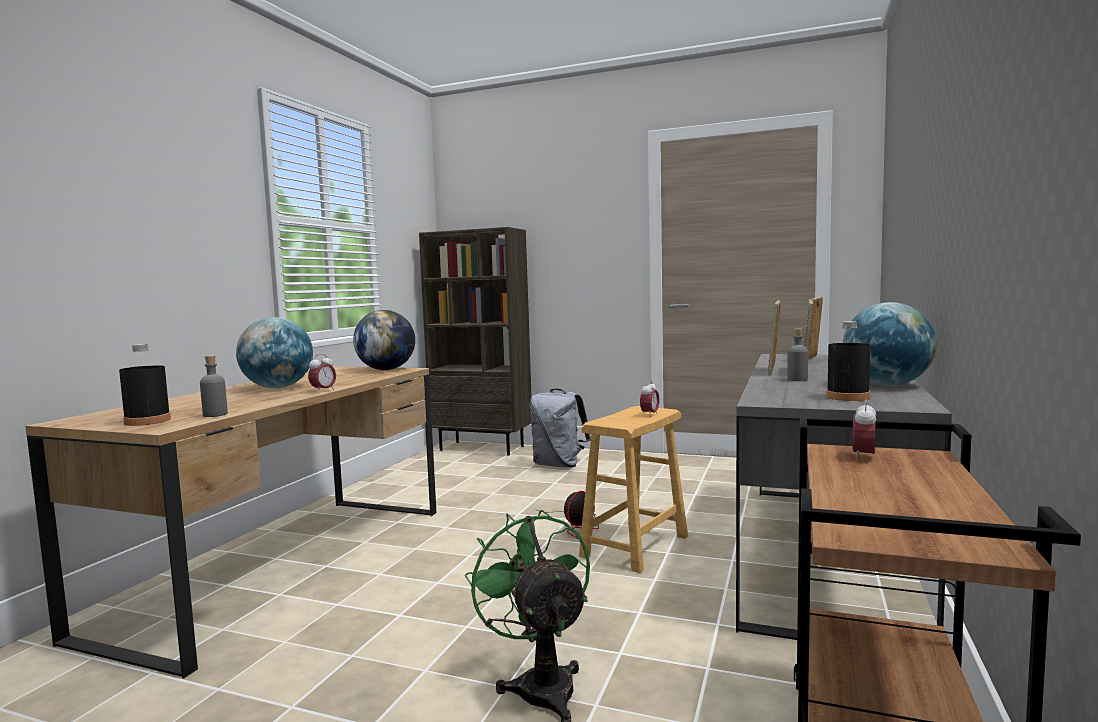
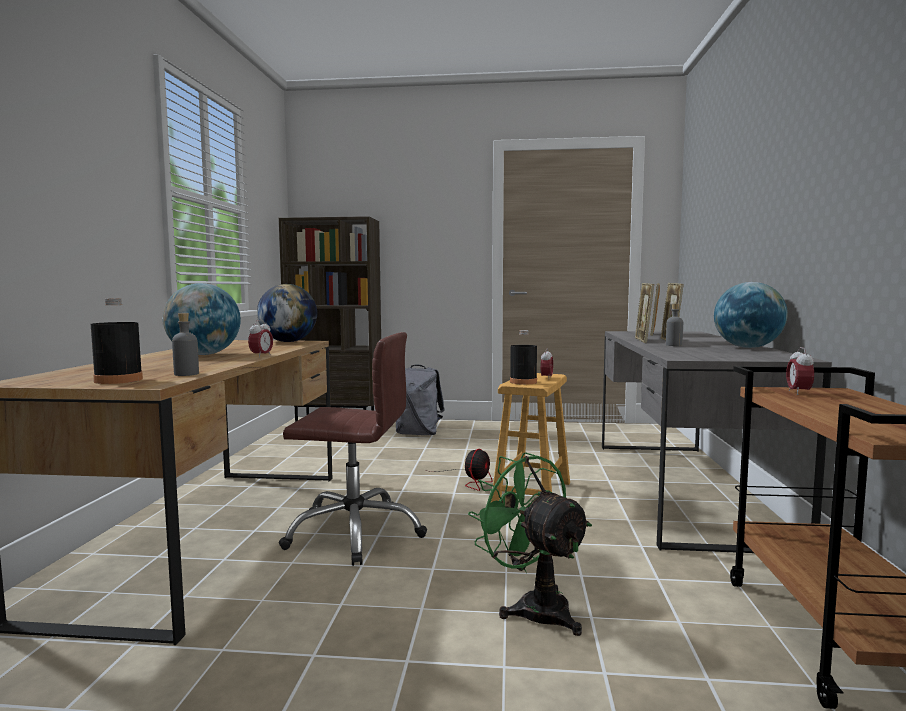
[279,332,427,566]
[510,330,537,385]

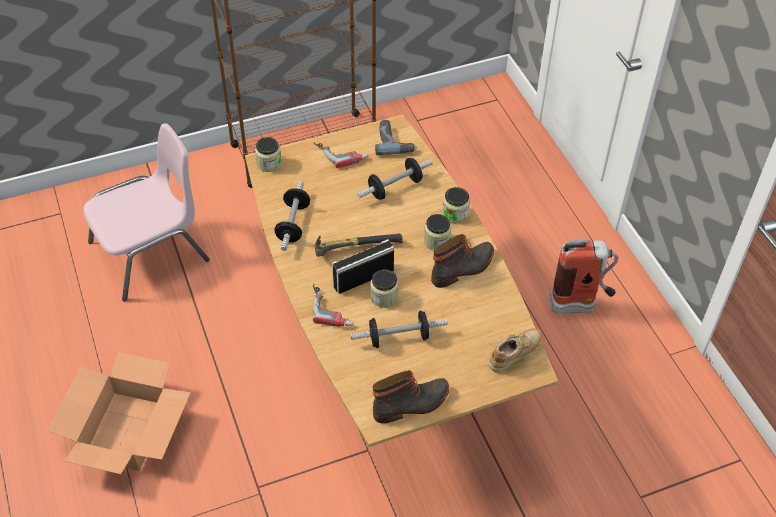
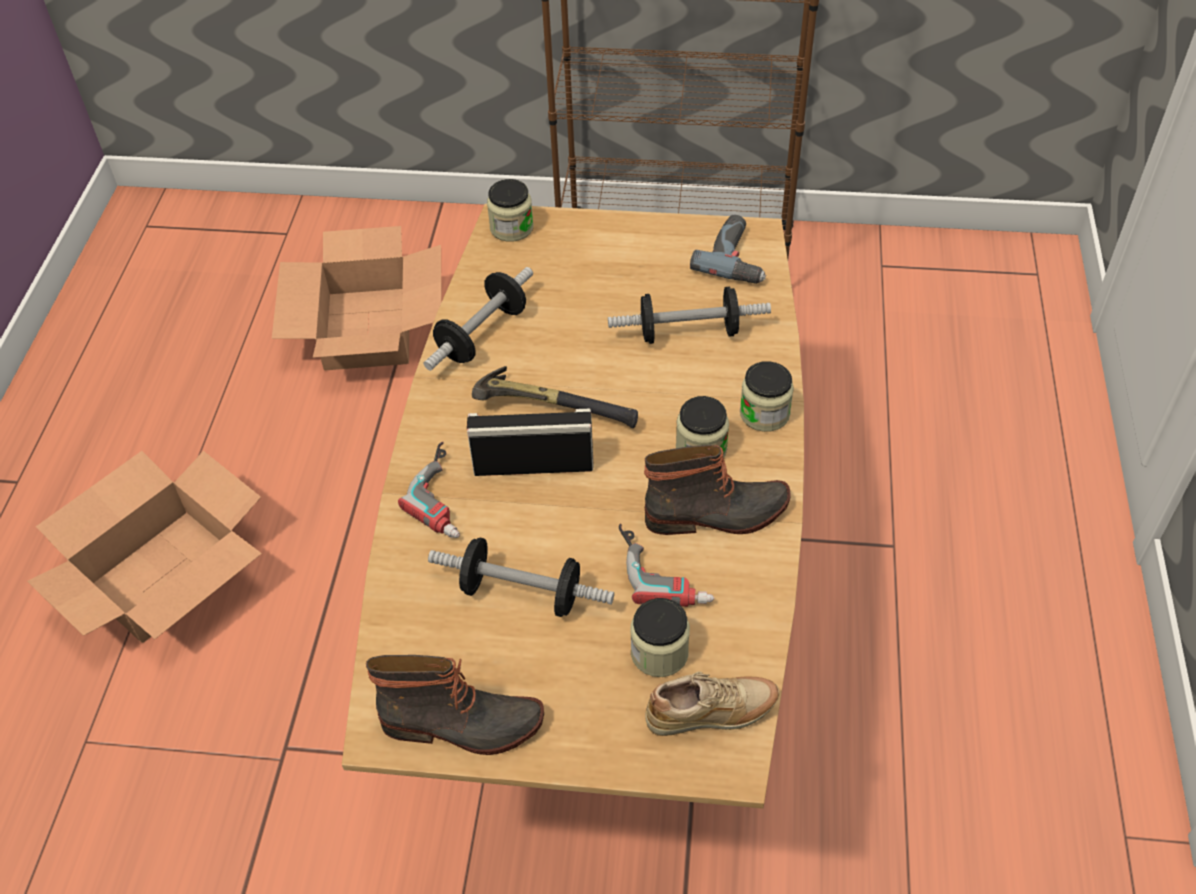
[272,226,442,370]
[619,524,714,607]
[630,598,690,677]
[549,239,618,313] (first image)

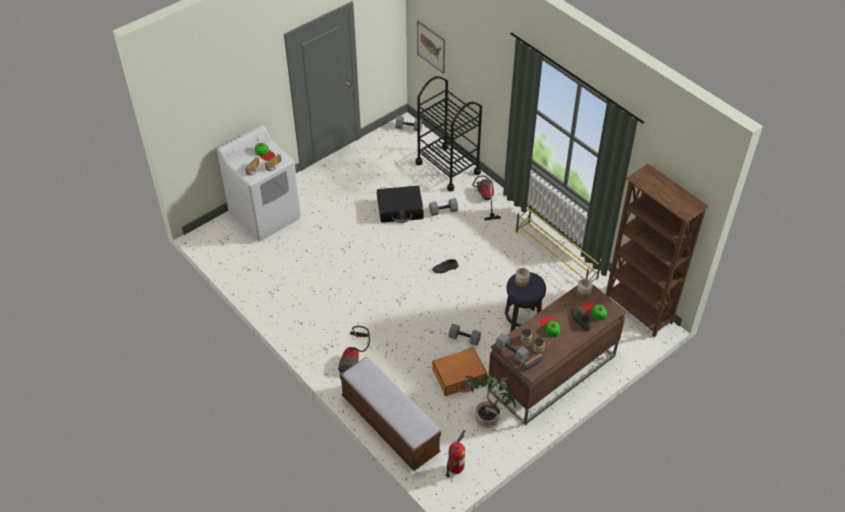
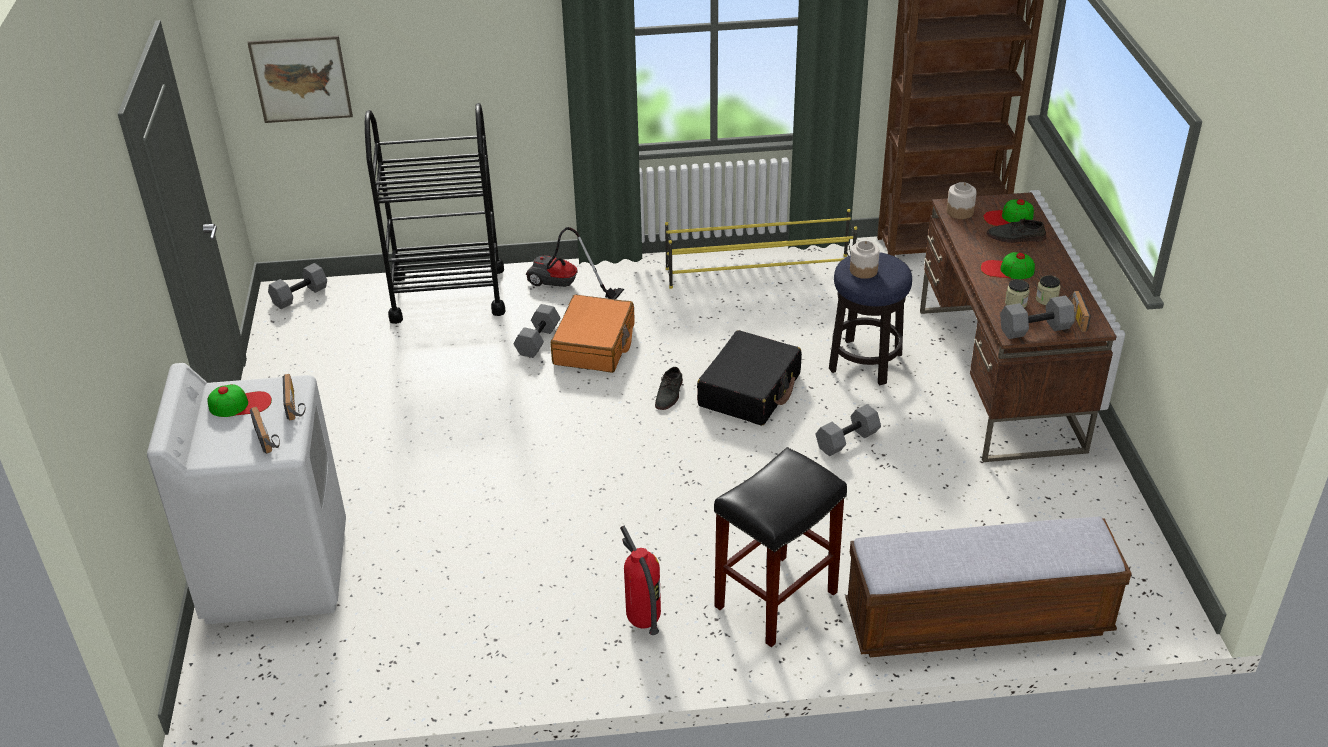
[551,295,635,373]
[620,525,661,635]
[697,330,802,426]
[714,447,847,647]
[464,375,516,428] (first image)

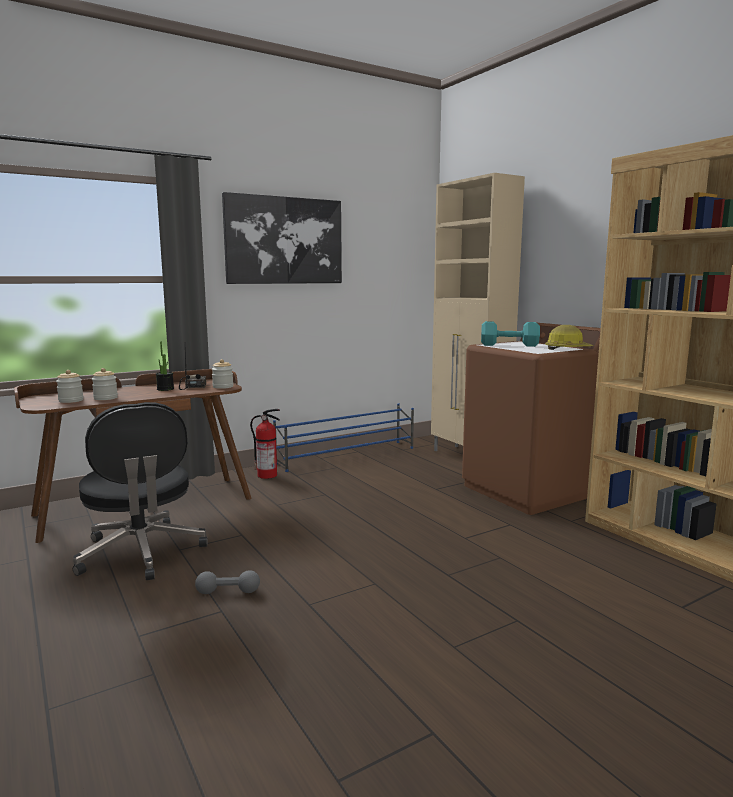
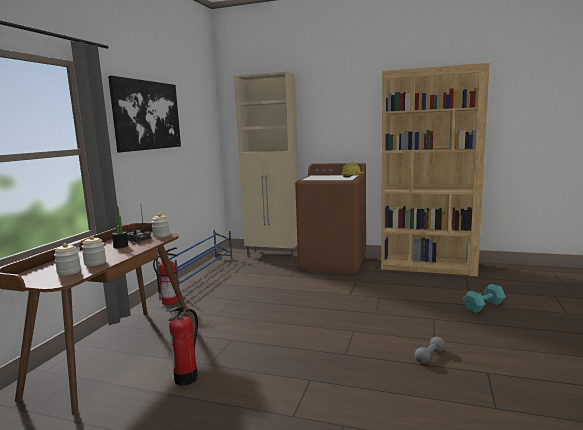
[167,307,198,386]
[415,337,445,364]
[463,284,506,313]

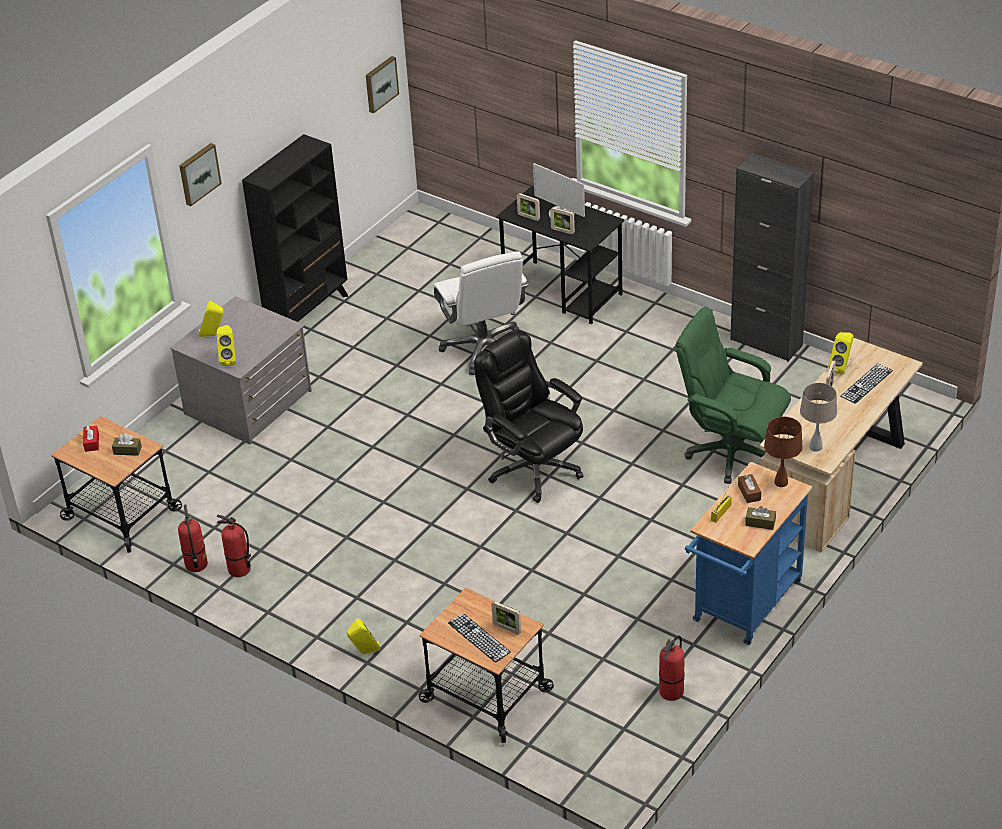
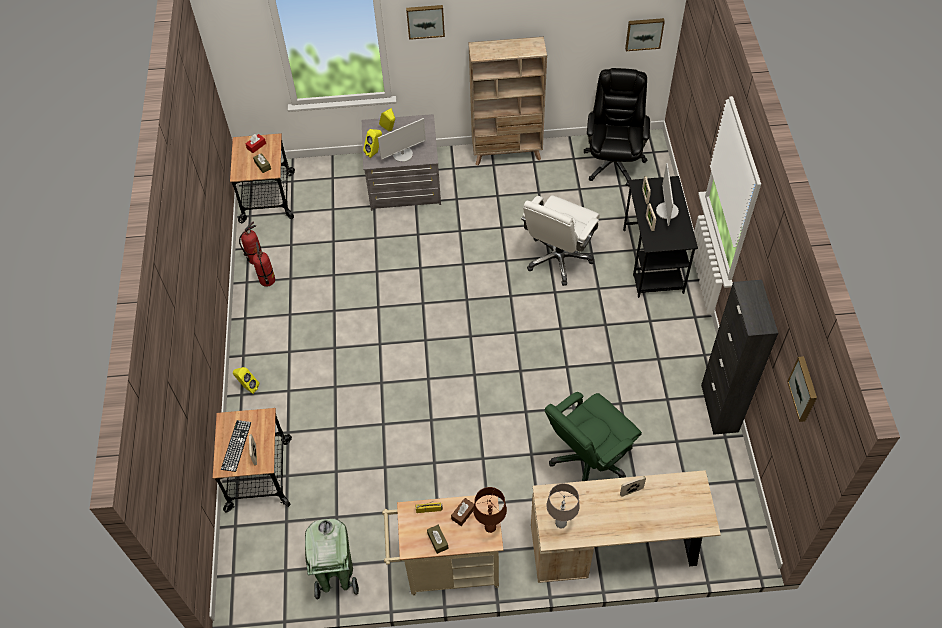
[305,518,359,600]
[378,118,426,162]
[382,495,503,596]
[468,37,547,166]
[545,392,642,481]
[584,68,650,187]
[787,356,817,422]
[828,332,854,374] (first image)
[840,363,893,404] (first image)

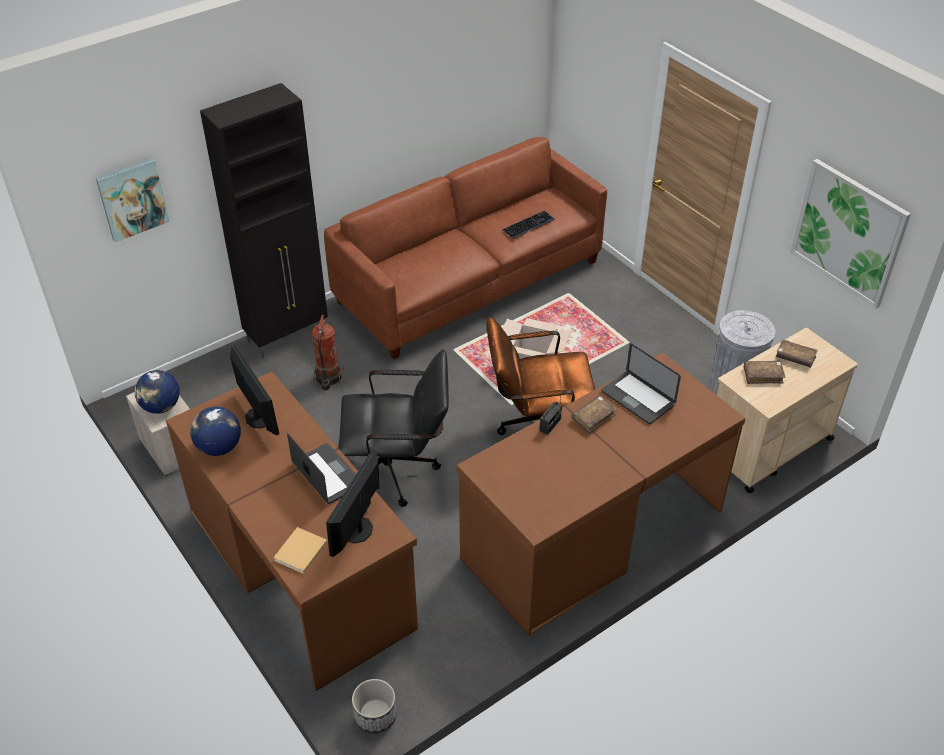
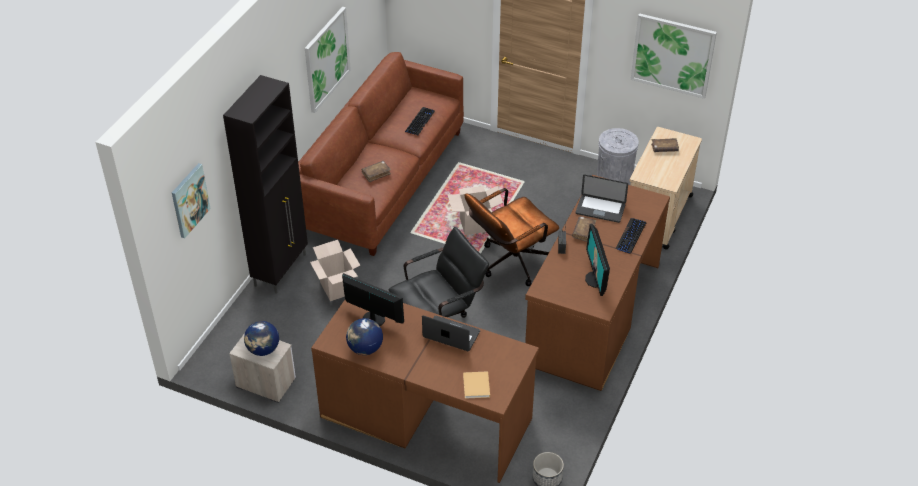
[305,7,351,113]
[310,240,360,301]
[362,161,391,183]
[585,224,610,296]
[616,218,646,254]

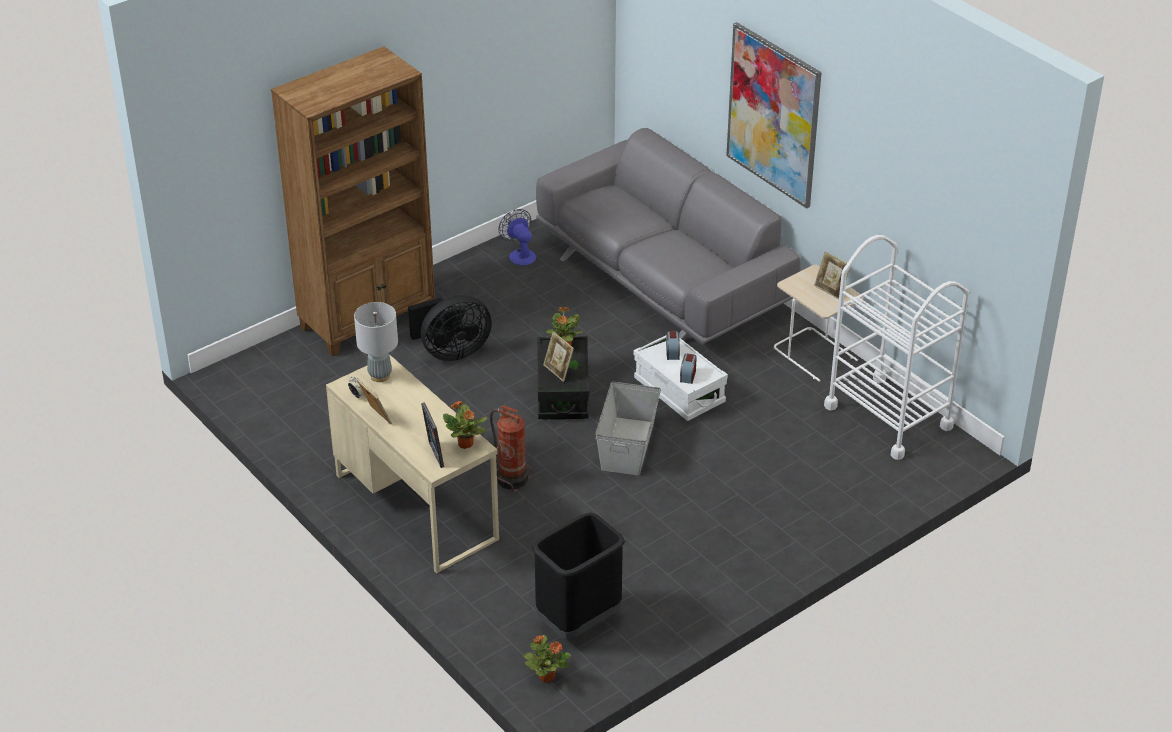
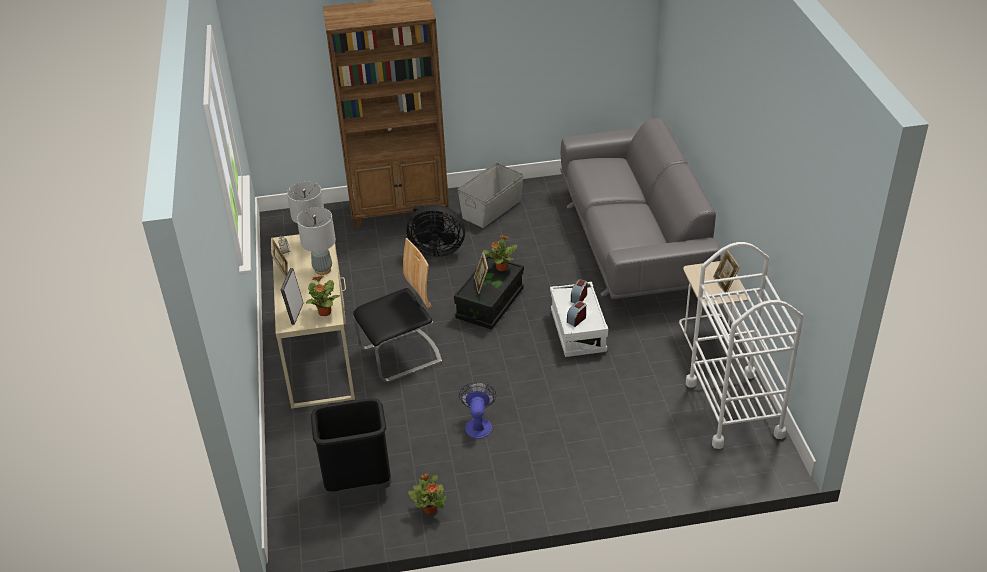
[297,207,336,275]
[353,238,442,382]
[408,474,446,515]
[457,163,524,228]
[459,382,496,439]
[726,22,822,208] (first image)

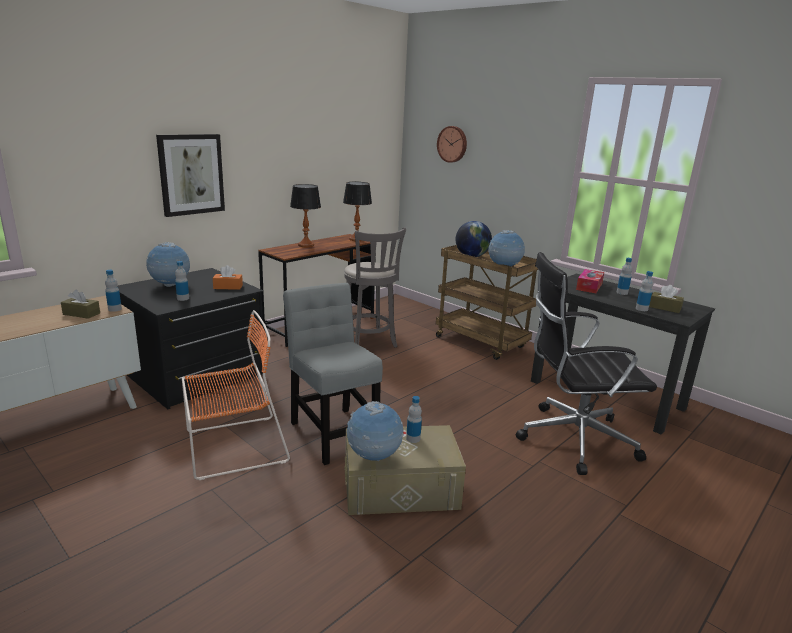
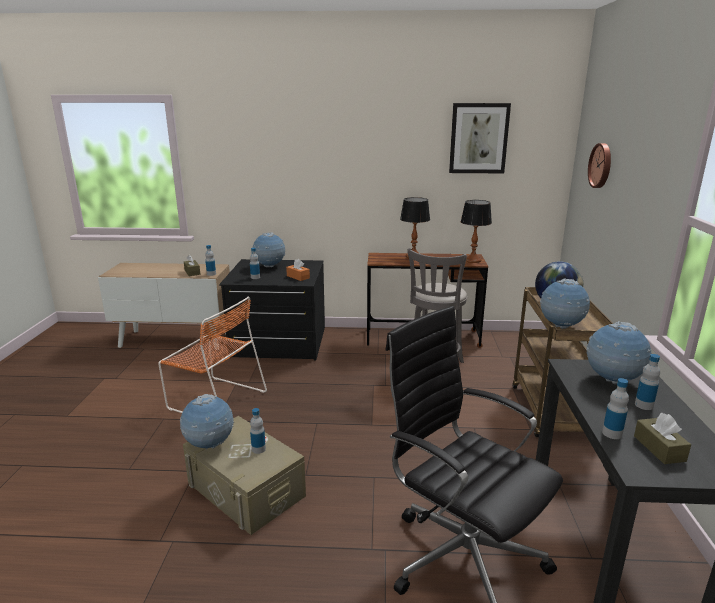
[449,103,511,173]
[586,321,651,384]
[283,283,383,465] (first image)

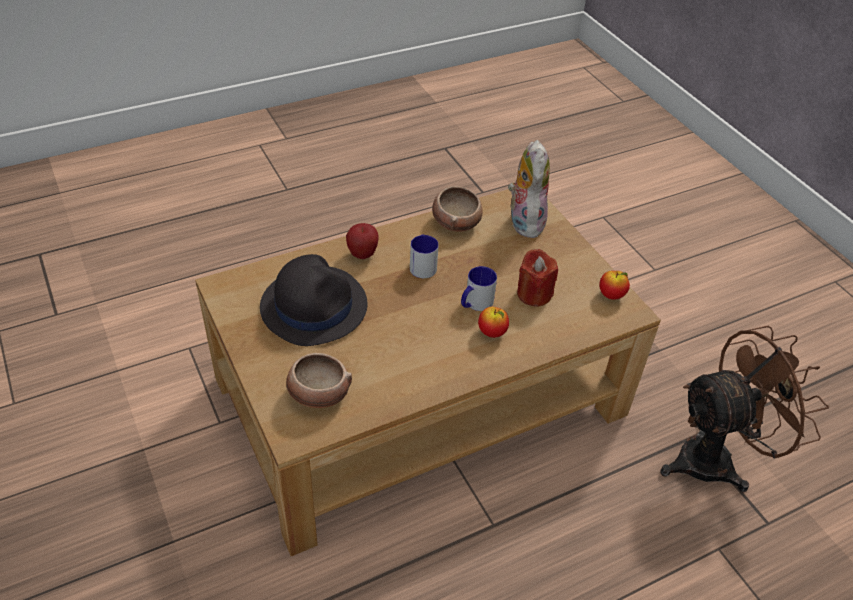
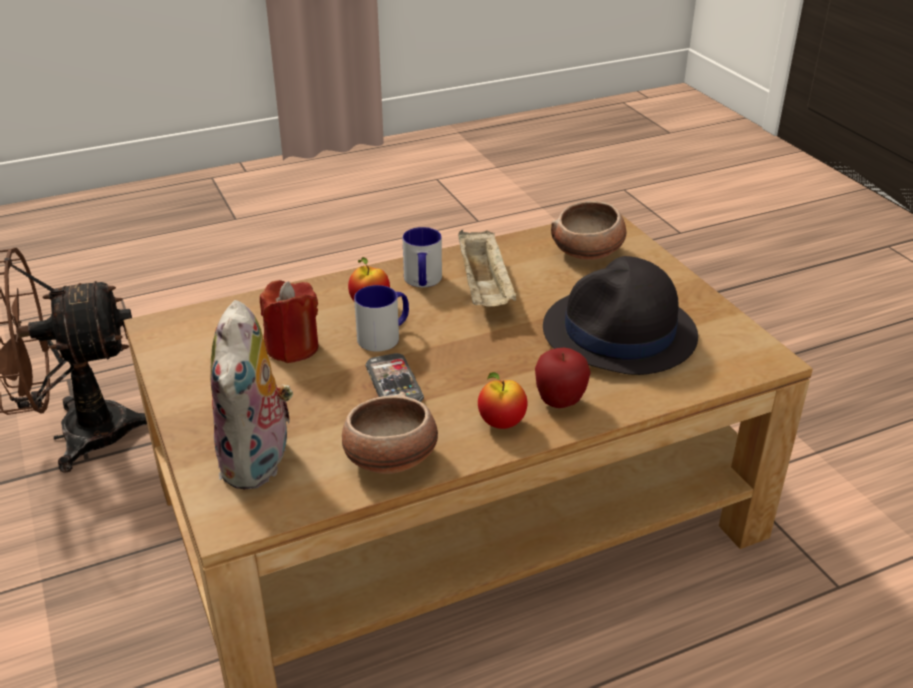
[366,353,424,402]
[402,227,442,287]
[458,230,516,307]
[478,372,527,429]

